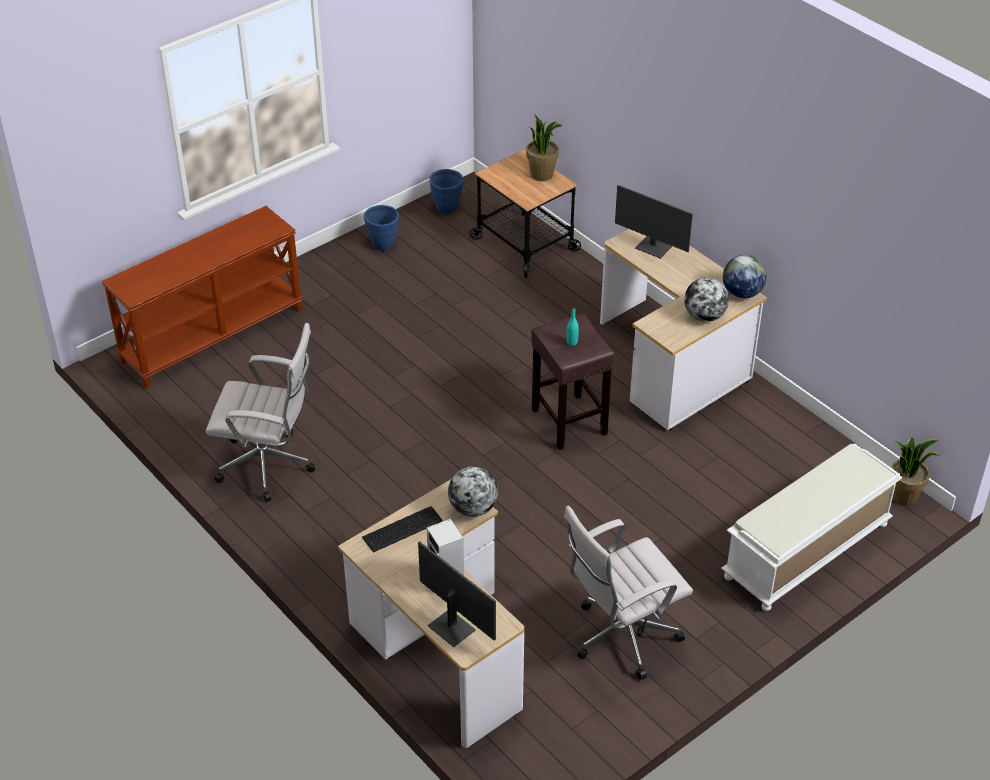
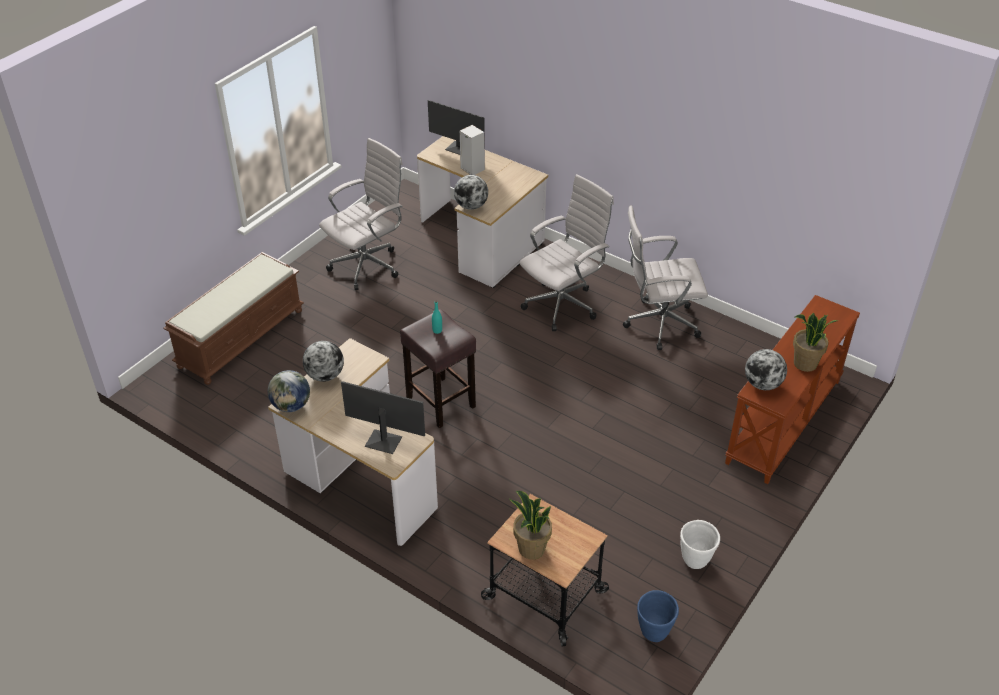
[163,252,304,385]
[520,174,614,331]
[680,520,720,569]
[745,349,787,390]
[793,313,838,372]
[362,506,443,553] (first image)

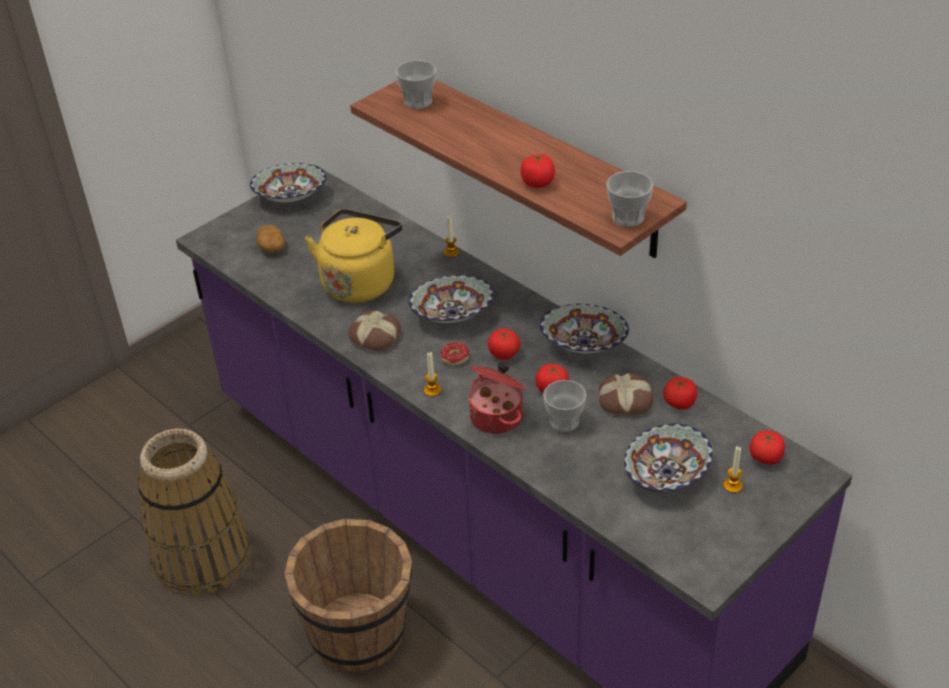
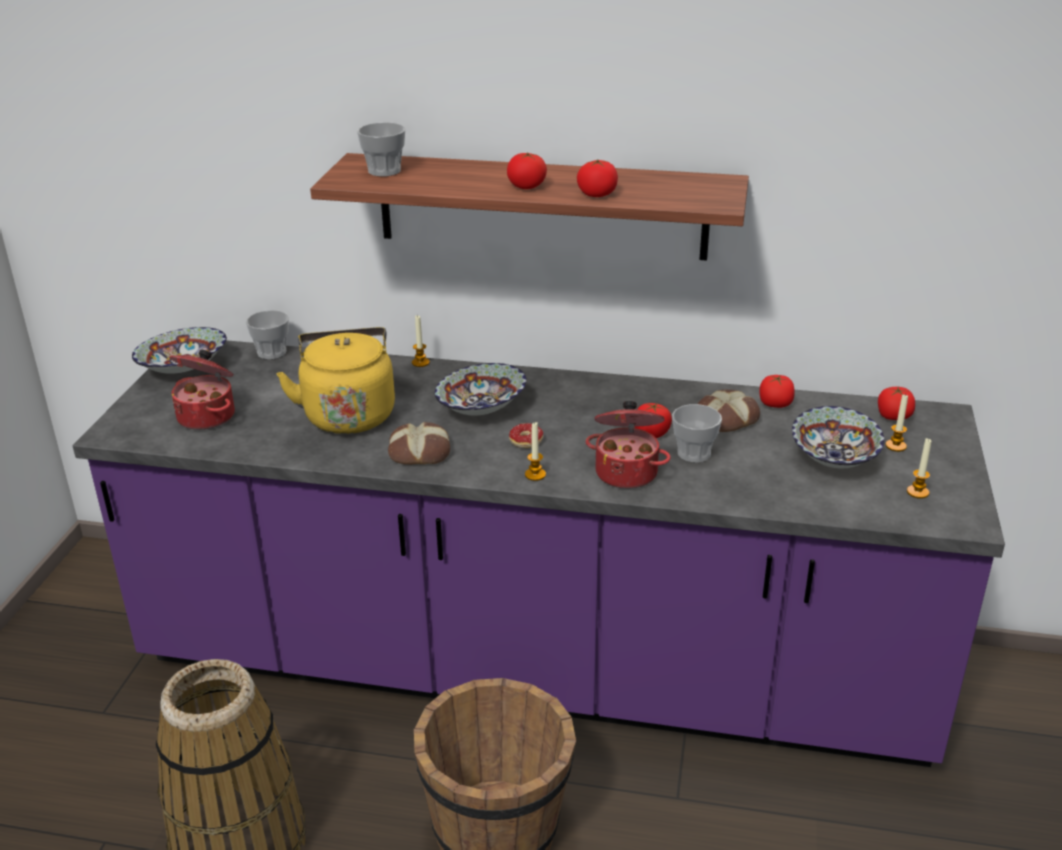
[169,349,235,430]
[246,310,289,359]
[507,152,547,189]
[907,438,931,499]
[540,304,629,353] (first image)

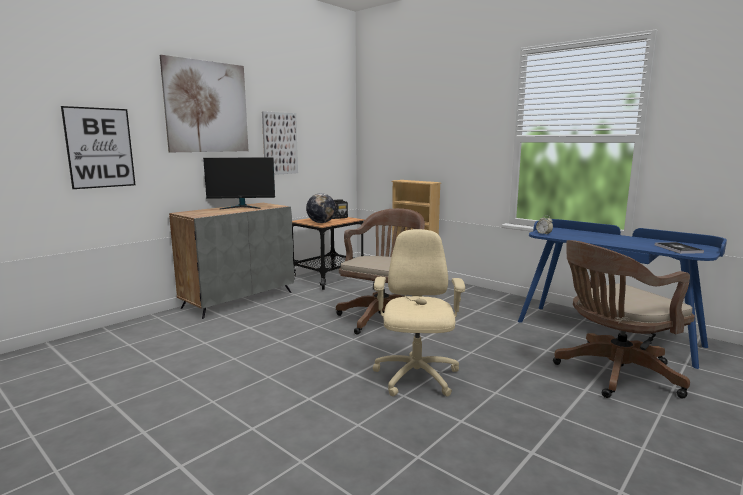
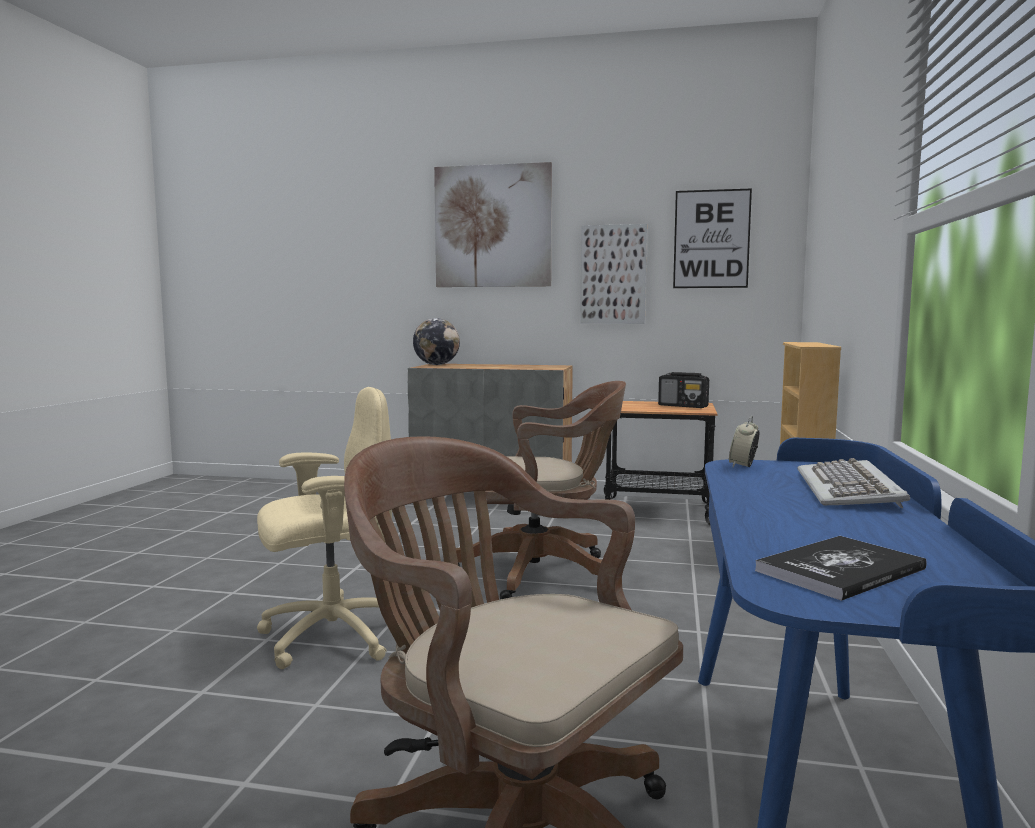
[413,318,460,365]
[673,188,752,288]
[797,458,910,508]
[203,157,275,209] (first image)

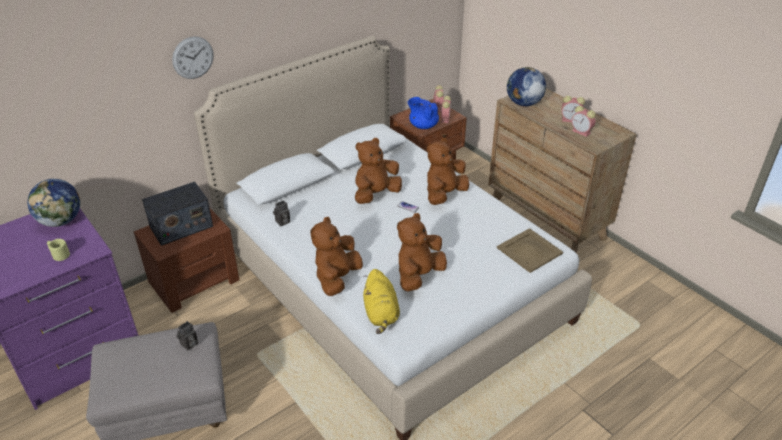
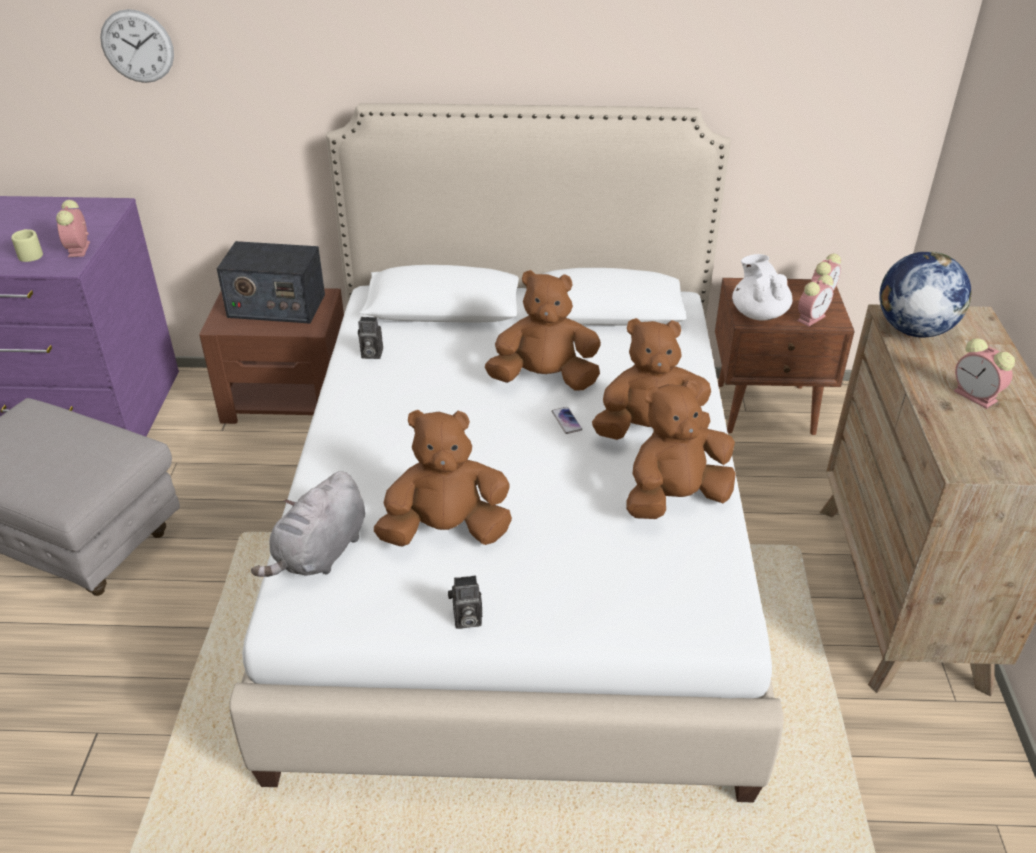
[56,200,90,257]
[100,9,174,83]
[251,471,365,577]
[448,575,482,629]
[626,380,735,519]
[732,254,792,321]
[28,179,80,227] (first image)
[497,228,563,273] (first image)

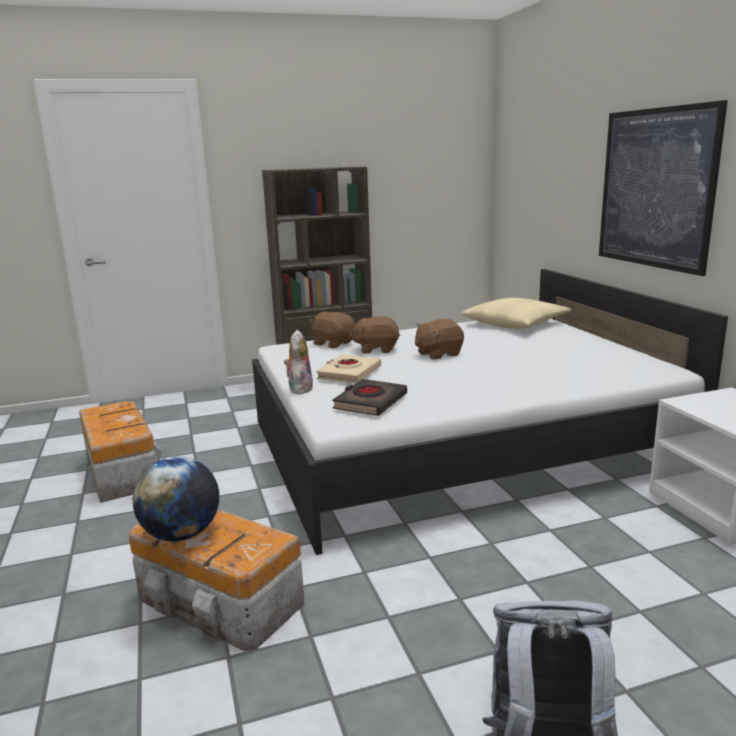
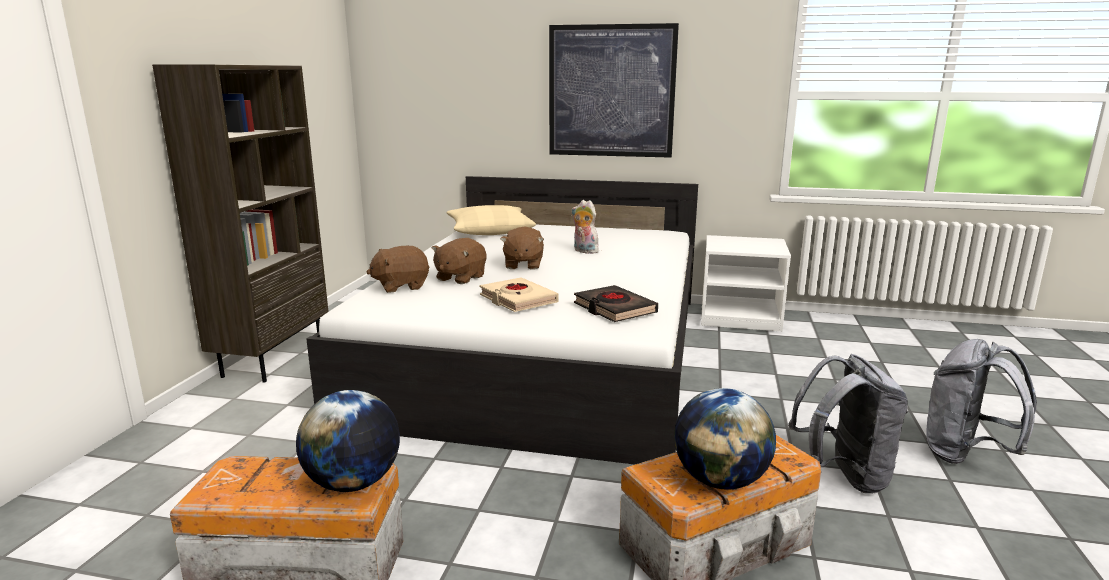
[296,390,400,492]
[572,200,599,254]
[788,354,908,494]

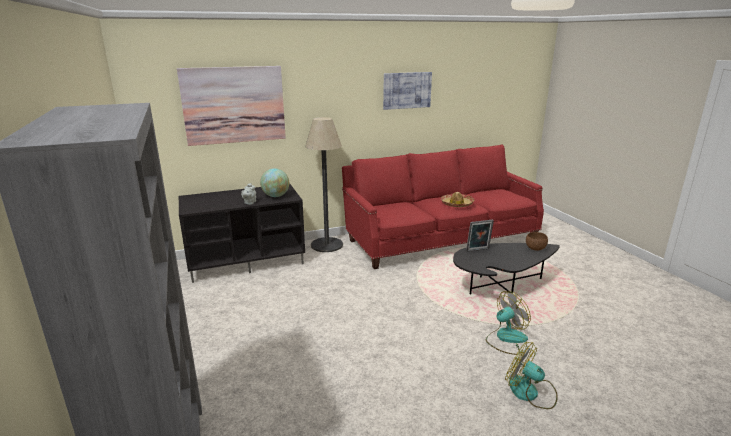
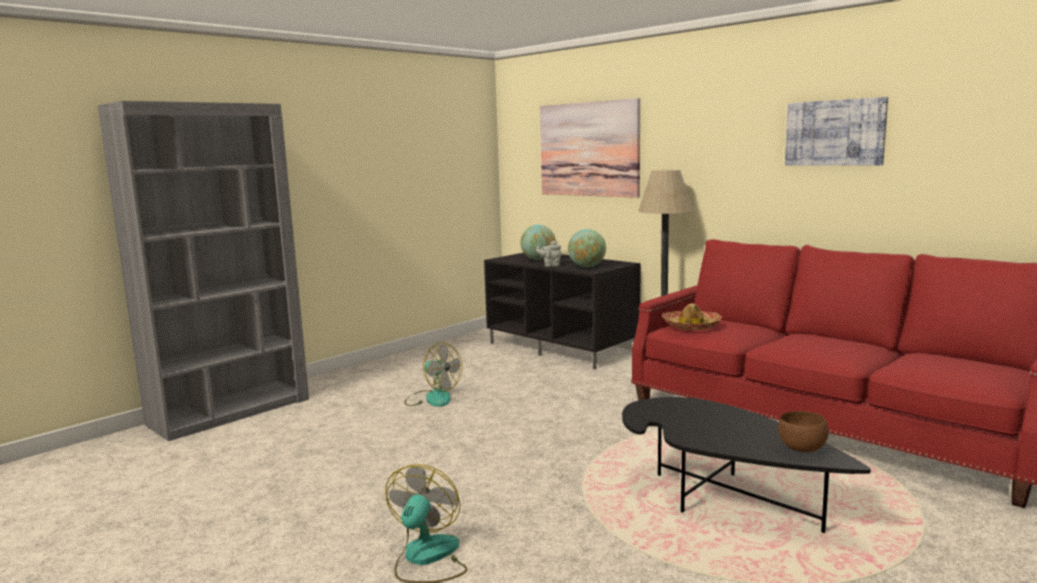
[405,342,462,407]
[520,225,556,260]
[662,304,723,330]
[466,220,494,252] (first image)

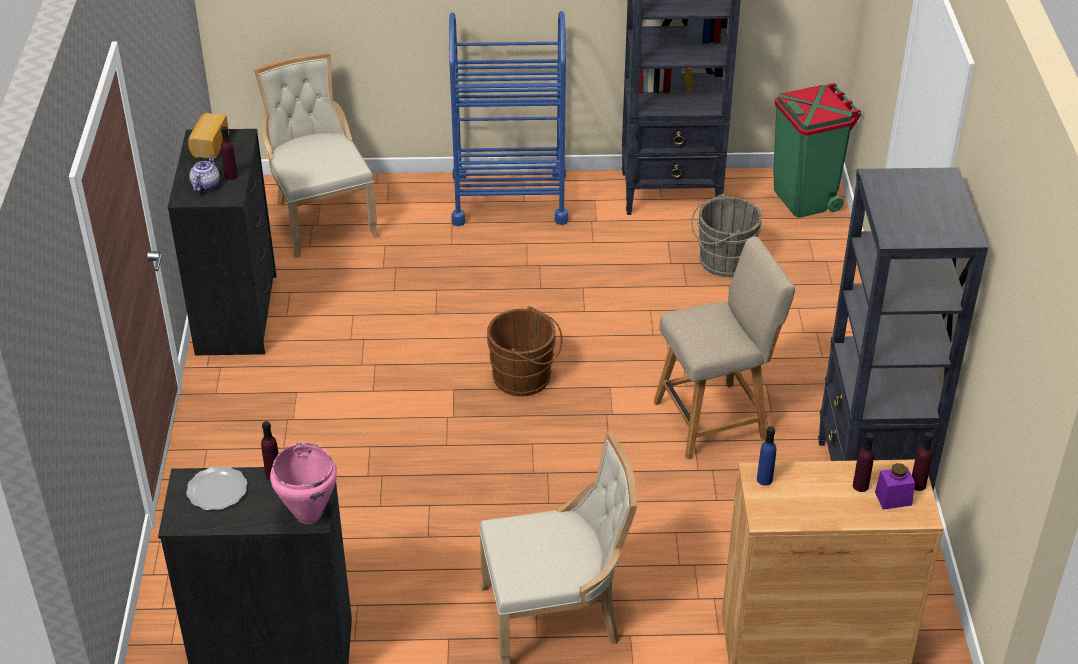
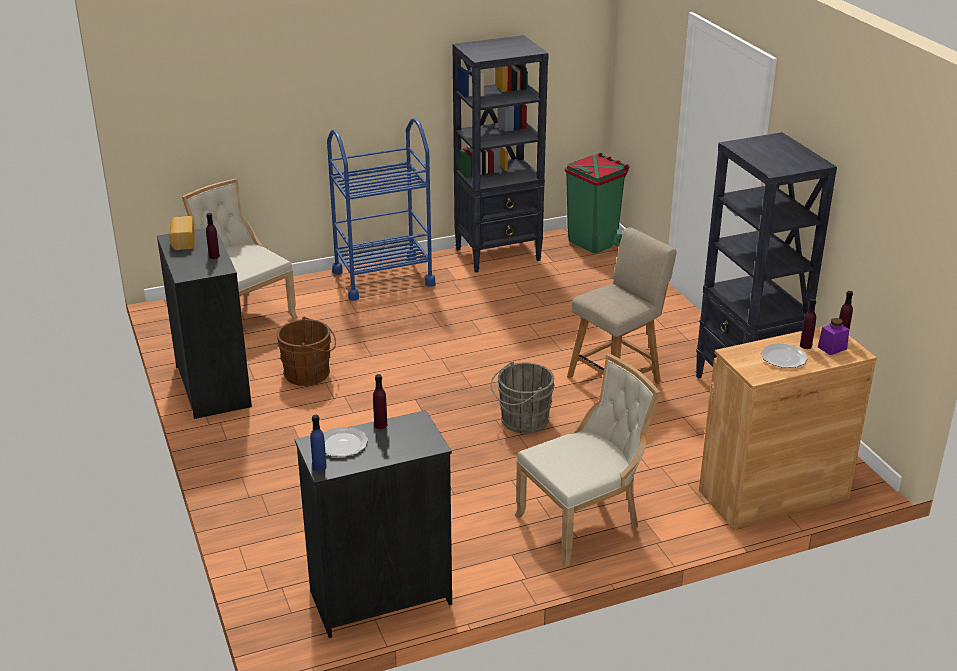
[277,317,336,386]
[310,415,327,471]
[491,362,555,434]
[761,344,808,368]
[189,155,220,192] (first image)
[270,443,337,524] (first image)

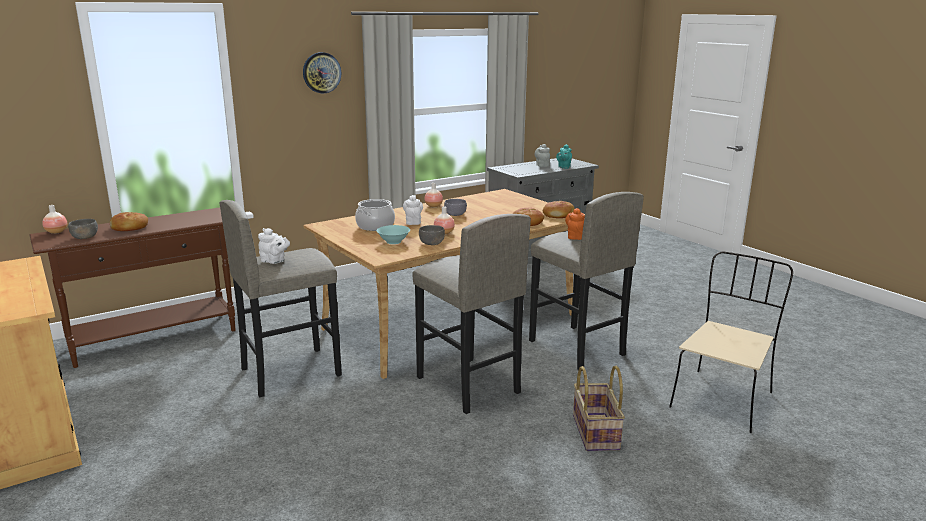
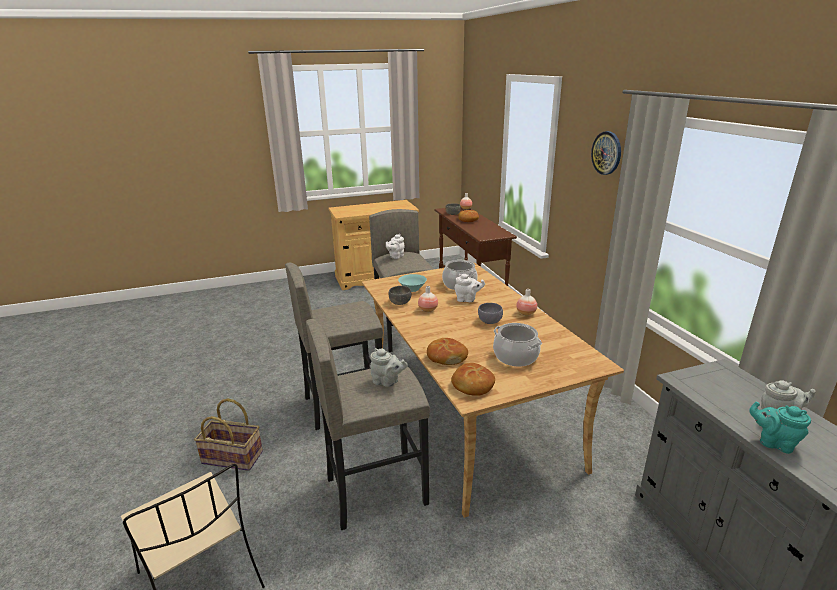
[370,348,408,387]
[493,323,542,367]

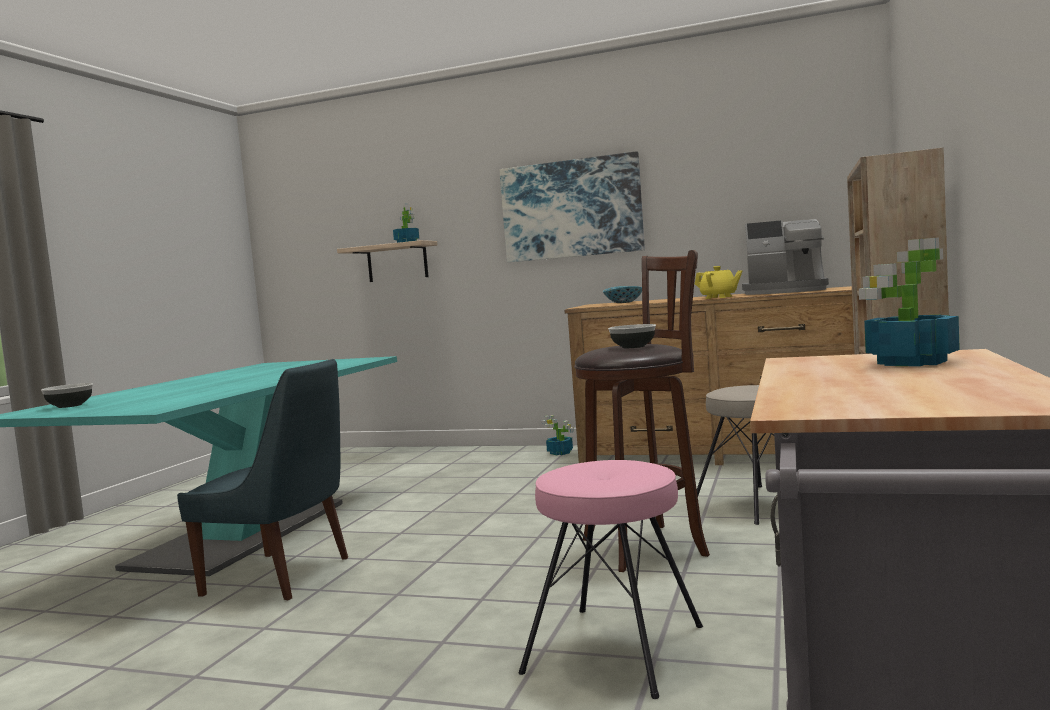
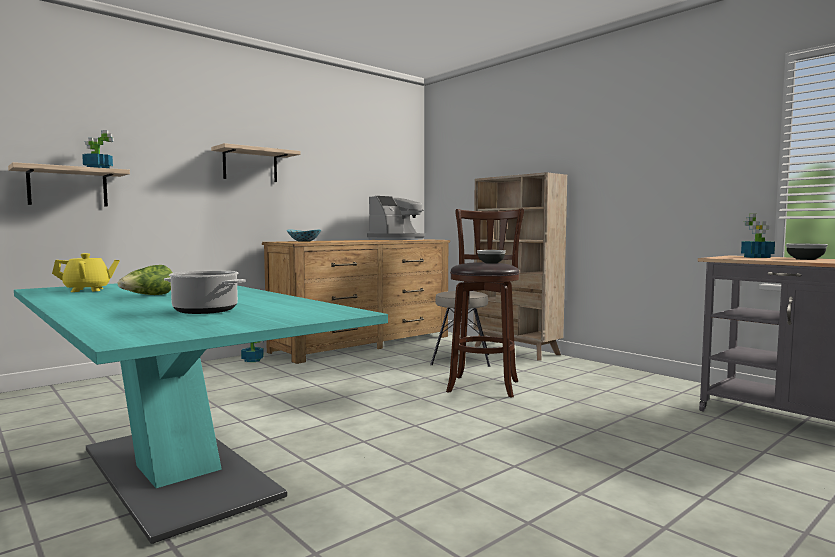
[52,253,120,292]
[118,265,173,295]
[164,270,246,314]
[211,143,301,182]
[785,244,828,260]
[177,359,348,601] (first image)
[518,460,703,699] (first image)

